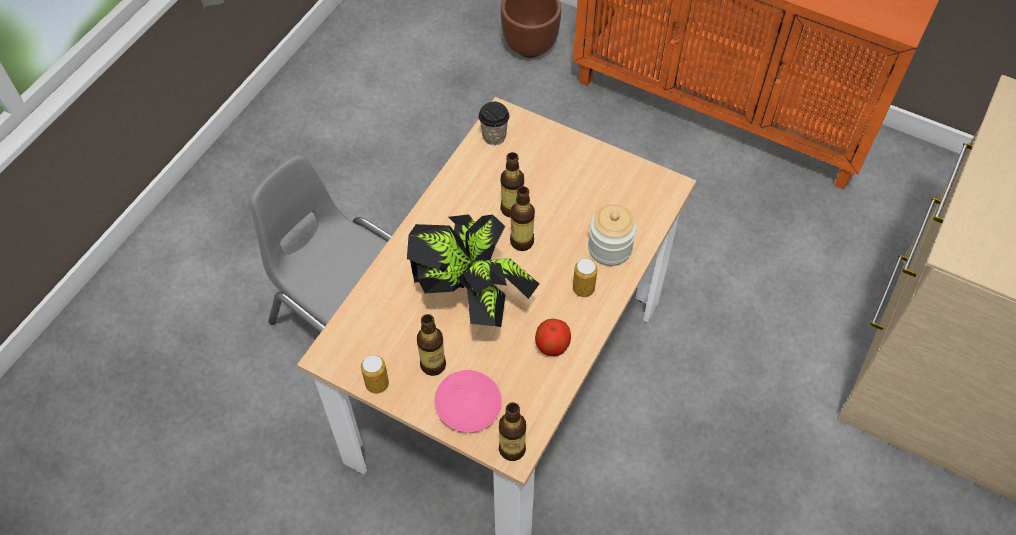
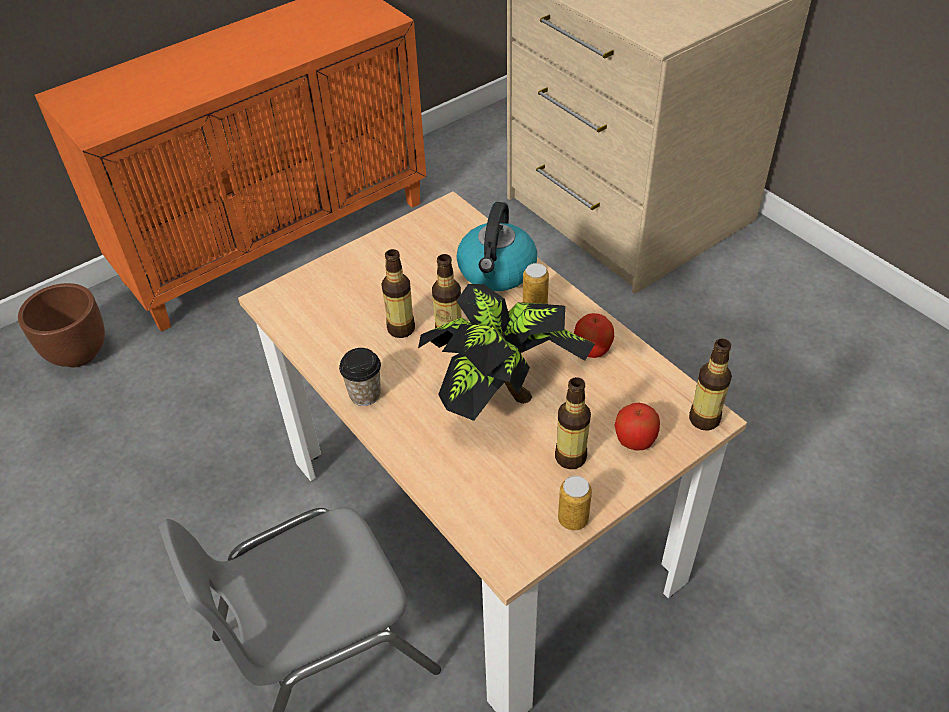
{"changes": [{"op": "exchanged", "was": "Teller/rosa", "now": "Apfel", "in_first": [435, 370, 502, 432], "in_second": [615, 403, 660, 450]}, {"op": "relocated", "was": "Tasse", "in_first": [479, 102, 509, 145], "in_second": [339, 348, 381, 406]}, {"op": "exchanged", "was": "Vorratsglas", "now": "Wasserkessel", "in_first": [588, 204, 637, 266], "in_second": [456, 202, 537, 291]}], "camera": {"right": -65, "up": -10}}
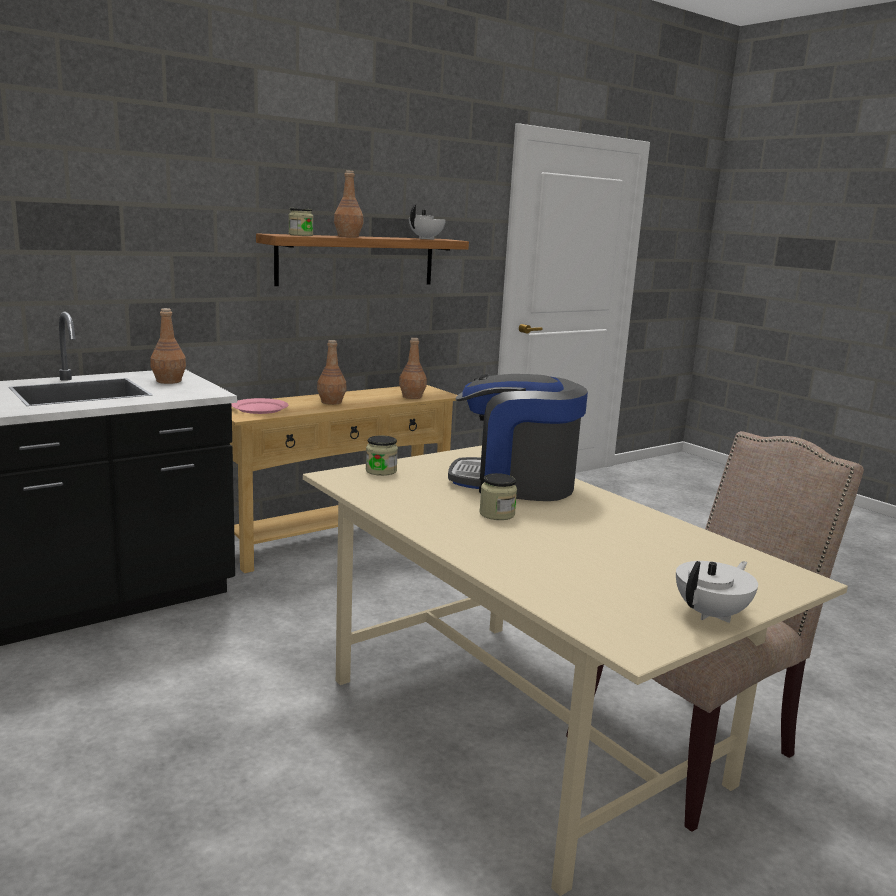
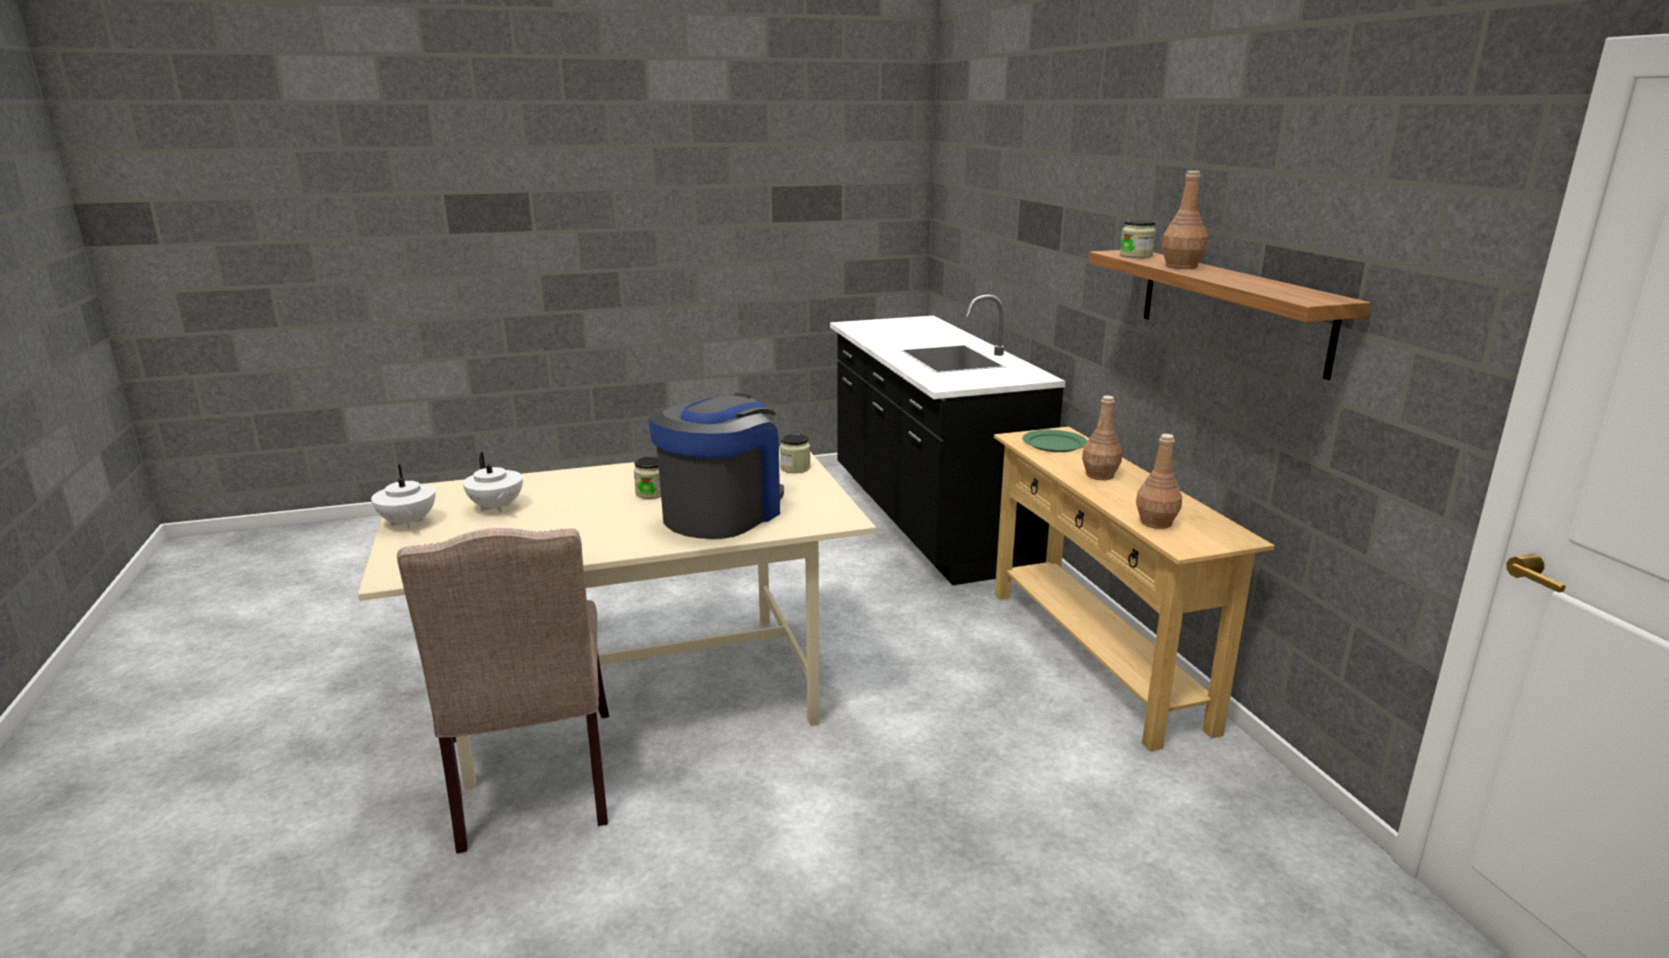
{"changes": [{"op": "missing", "was": "Flasche/braun", "in_first": [150, 308, 186, 384]}, {"op": "colour", "was": "Teller/rosa", "now": "Teller/grün", "in_first": [232, 398, 288, 414], "in_second": [1022, 430, 1087, 452]}, {"op": "relocated", "was": "Teekanne/weiß", "in_first": [409, 204, 446, 240], "in_second": [463, 452, 523, 512]}], "camera": {"right": 110, "up": 5}}
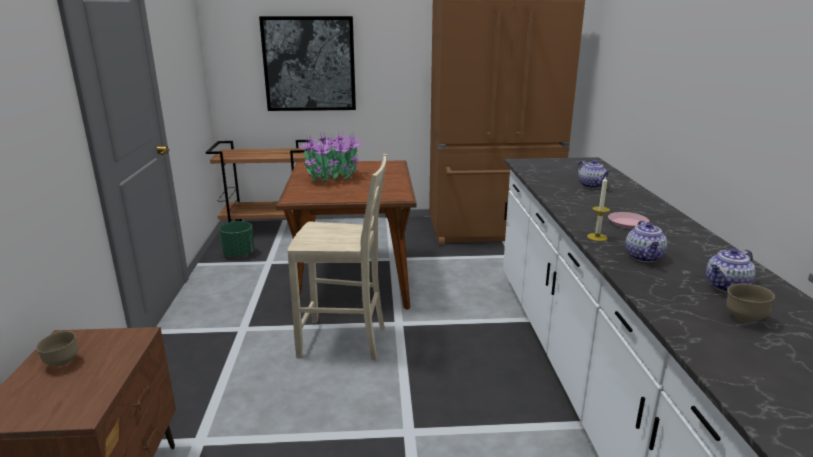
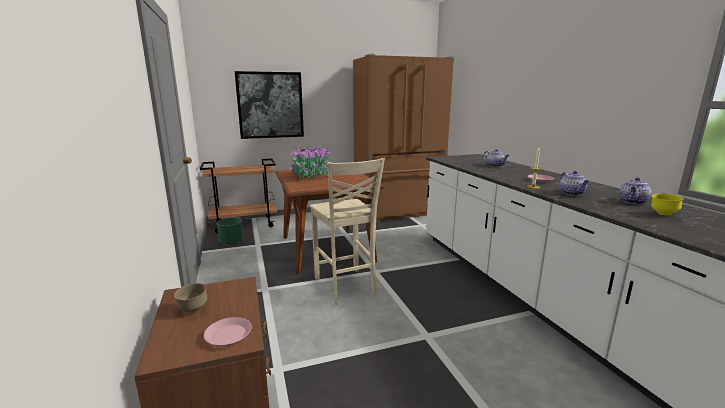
{"changes": [{"op": "spun", "was": "Stuhl/beige", "in_first": [287, 154, 387, 360], "in_second": [310, 158, 385, 305], "clockwise": 75}, {"op": "colour", "was": "Schüssel/braun", "now": "Schüssel/gelb", "in_first": [726, 284, 775, 323], "in_second": [651, 194, 684, 216]}, {"op": "appeared", "now": "Teller/rosa", "in_second": [204, 317, 252, 347]}], "camera": {"right": -15, "up": -5}}
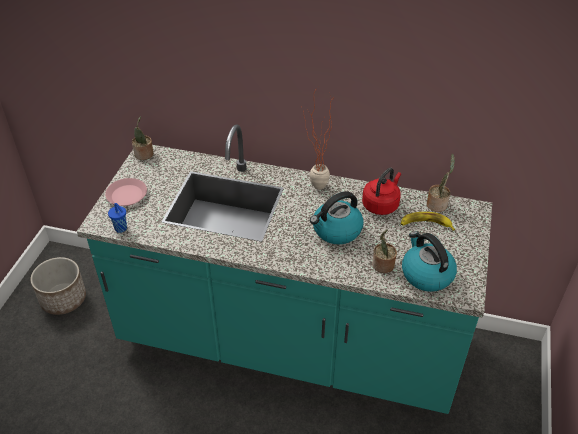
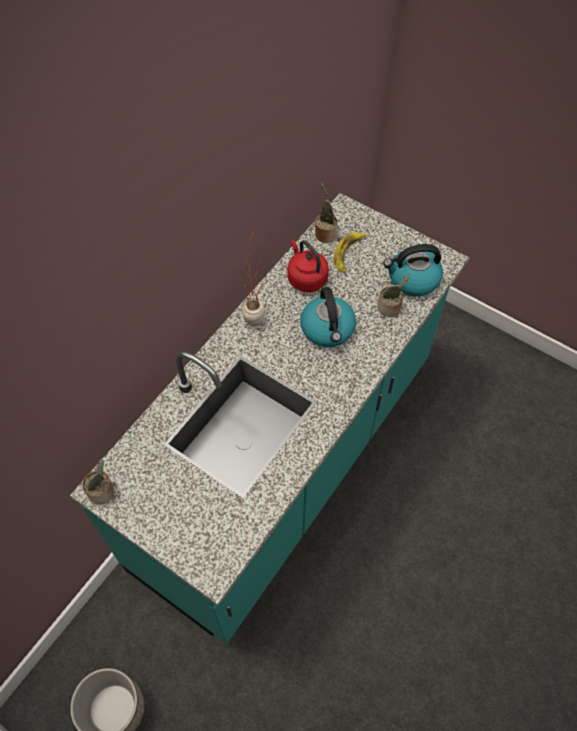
{"changes": [{"op": "missing", "was": "Teller/rosa", "in_first": [105, 178, 147, 206]}, {"op": "missing", "was": "Tasse/blau", "in_first": [108, 203, 127, 233]}], "camera": {"right": -70, "up": 15}}
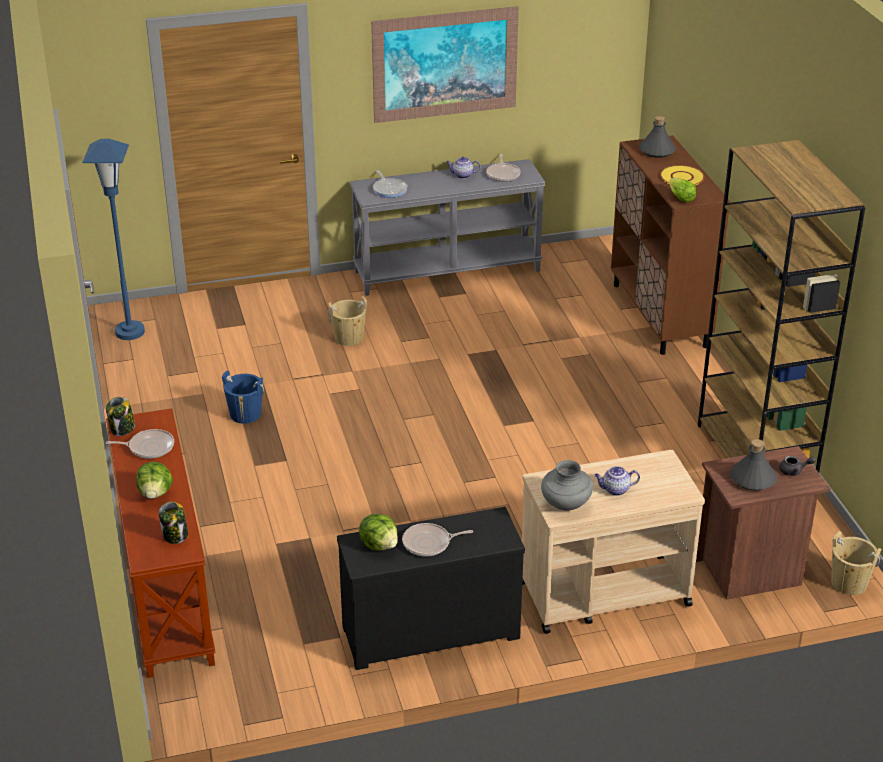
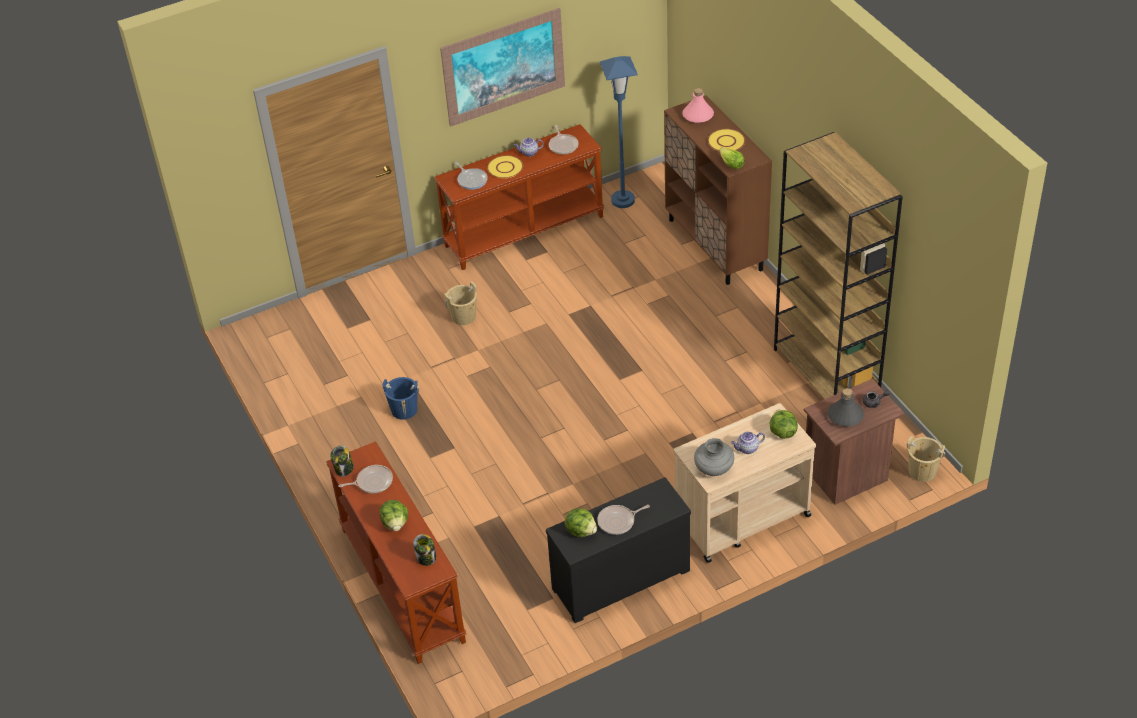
{"changes": [{"op": "relocated", "was": "Stehlampe/blau", "in_first": [82, 139, 145, 340], "in_second": [600, 56, 638, 208]}, {"op": "colour", "was": "Konsolentisch/grau", "now": "Konsolentisch/braun", "in_first": [350, 159, 545, 296], "in_second": [435, 124, 604, 270]}, {"op": "colour", "was": "Flasche/grau", "now": "Flasche/rosa", "in_first": [639, 116, 676, 158], "in_second": [682, 88, 714, 123]}, {"op": "appeared", "now": "Teller/gelb", "in_second": [487, 155, 523, 178]}, {"op": "appeared", "now": "Salatkopf", "in_second": [770, 410, 798, 439]}], "camera": {"right": -10, "up": 10}}
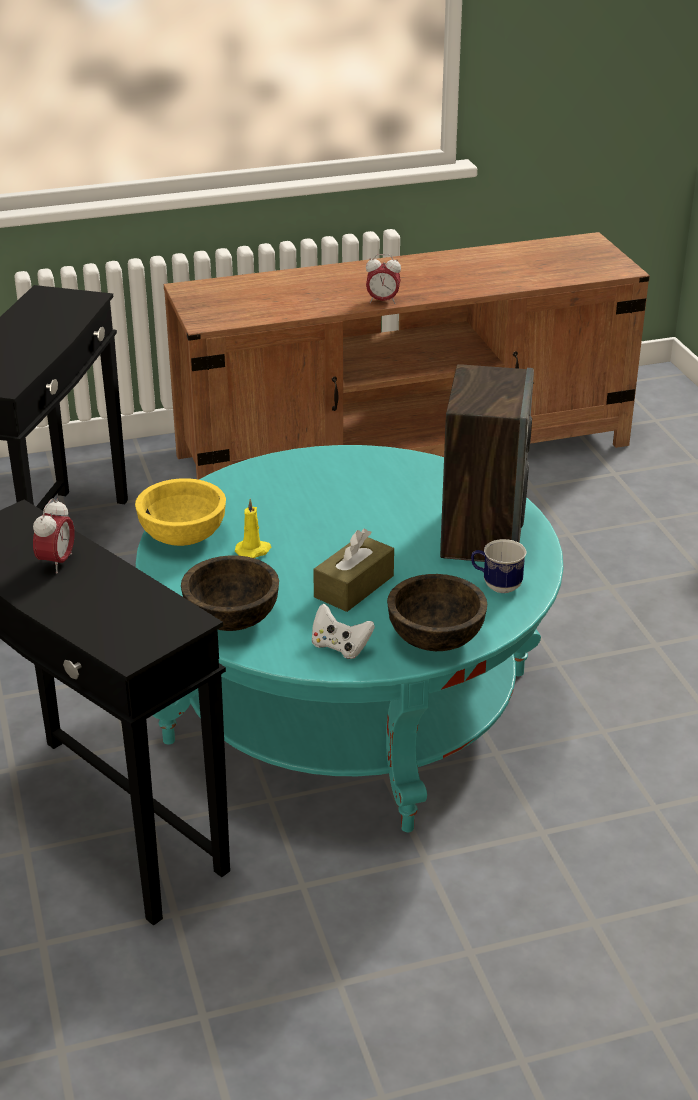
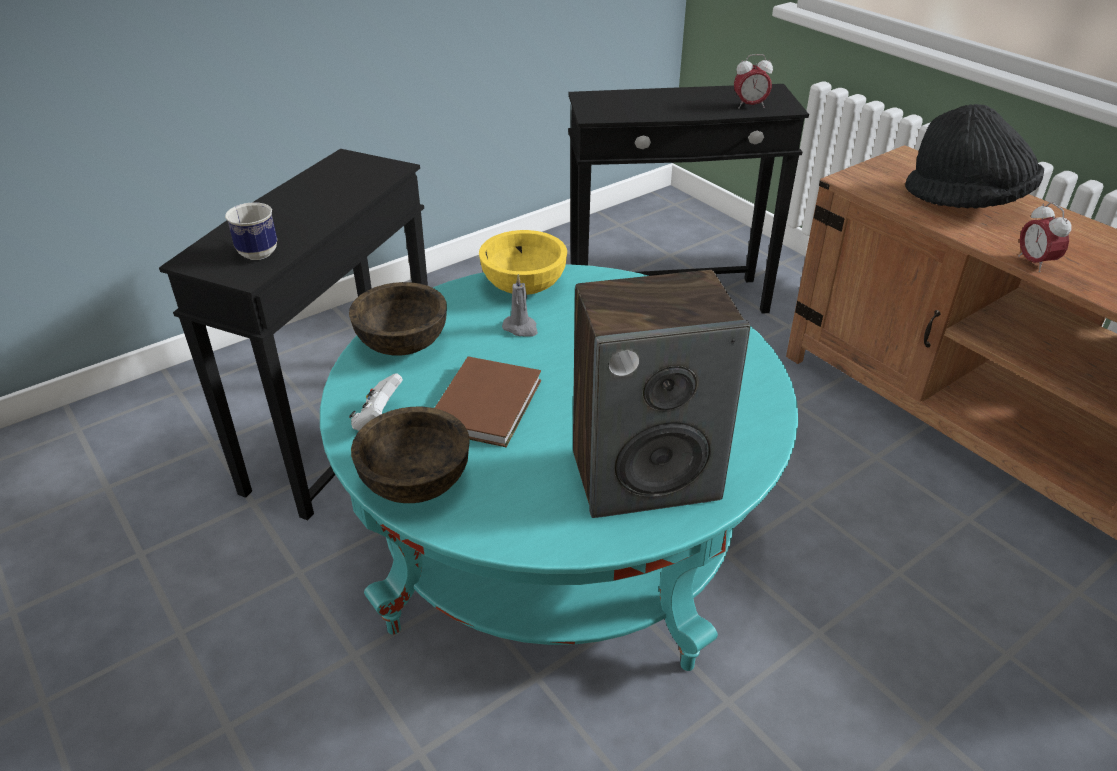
{"changes": [{"op": "relocated", "was": "Wecker", "in_first": [33, 498, 75, 573], "in_second": [734, 54, 773, 109]}, {"op": "colour", "was": "Kerze/gelb", "now": "Kerze/grau", "in_first": [235, 498, 271, 558], "in_second": [502, 274, 538, 337]}, {"op": "exchanged", "was": "Taschentuchbox/braun", "now": "Buch/braun", "in_first": [313, 529, 394, 612], "in_second": [435, 356, 541, 447]}, {"op": "relocated", "was": "Henkelbecher", "in_first": [471, 539, 526, 593], "in_second": [225, 202, 277, 260]}, {"op": "appeared", "now": "Hut/schwarz", "in_second": [905, 104, 1044, 208]}], "camera": {"right": 70, "up": 5}}
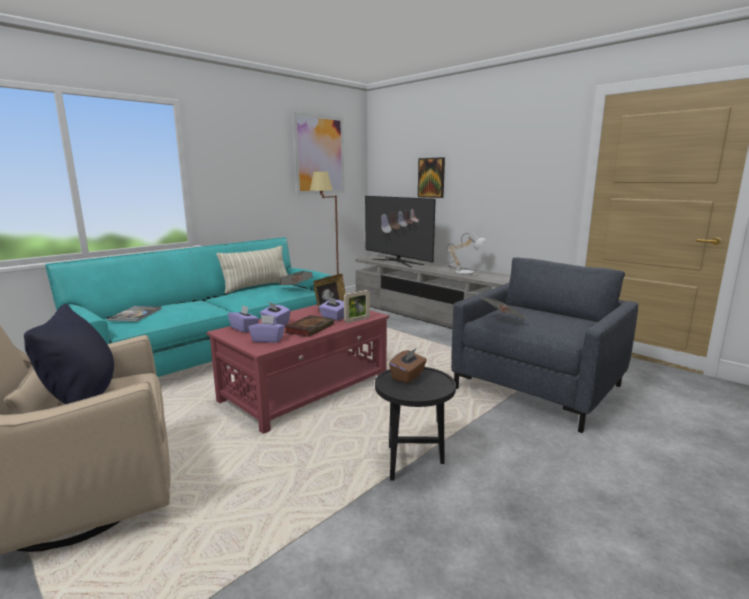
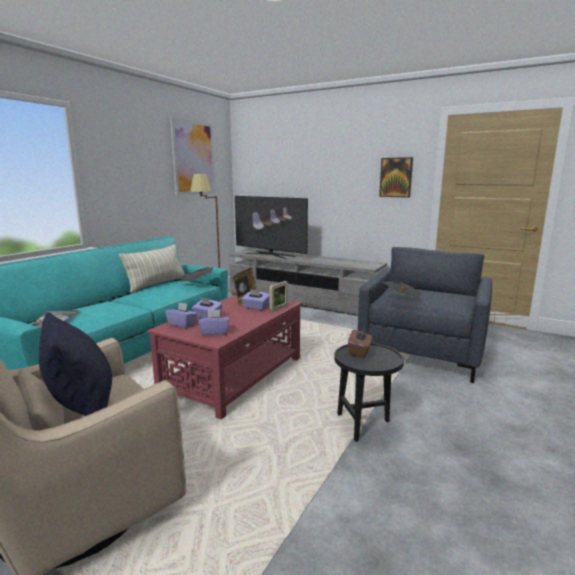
{"changes": [{"op": "missing", "was": "Buch", "in_first": [284, 315, 334, 337]}, {"op": "relocated", "was": "Bild", "in_first": [418, 157, 445, 198], "in_second": [379, 157, 413, 198]}, {"op": "missing", "was": "Tischlampe", "in_first": [447, 232, 487, 276]}], "camera": {"right": -15, "up": 0}}
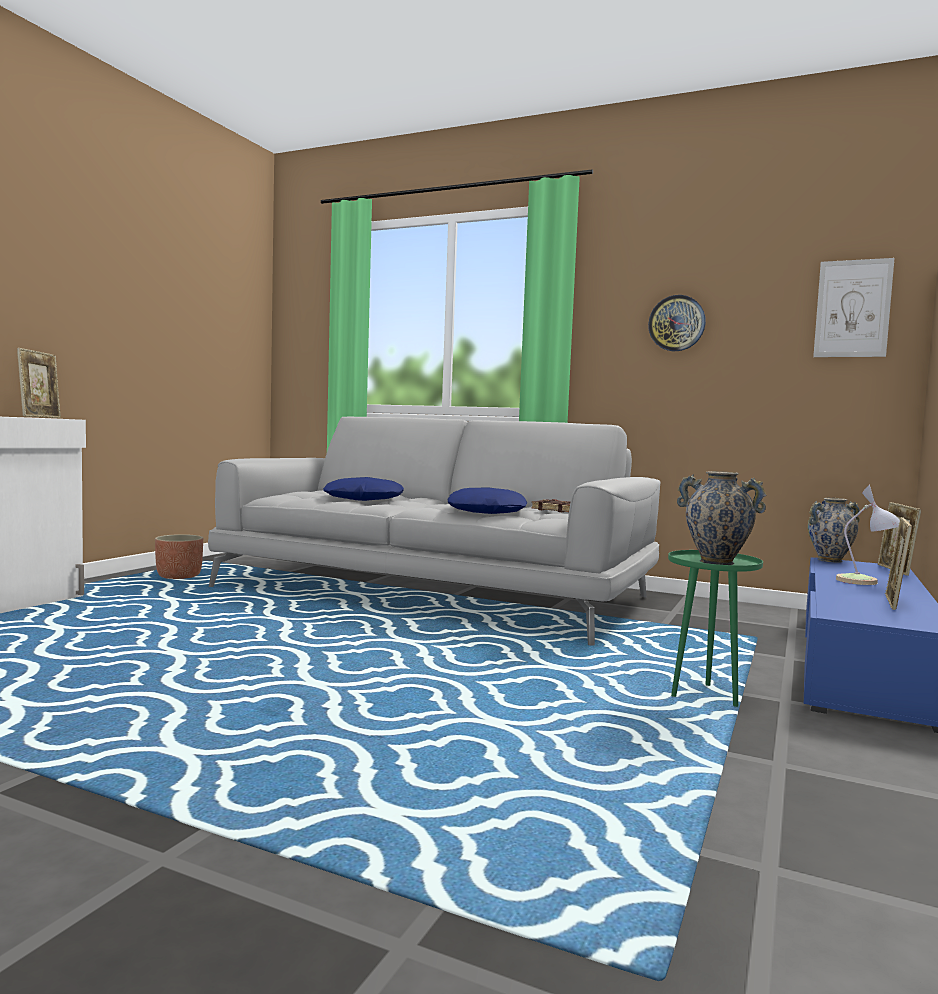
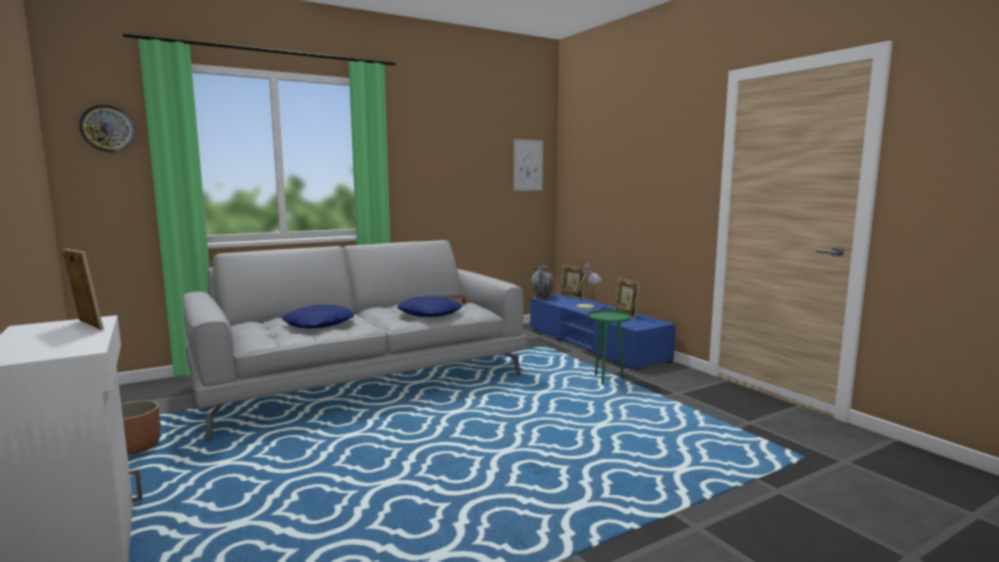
{"changes": [{"op": "relocated", "was": "Wanduhr", "in_first": [648, 295, 706, 351], "in_second": [79, 105, 135, 152]}, {"op": "missing", "was": "Vase", "in_first": [677, 471, 766, 565]}], "camera": {"right": -55, "up": 5}}
